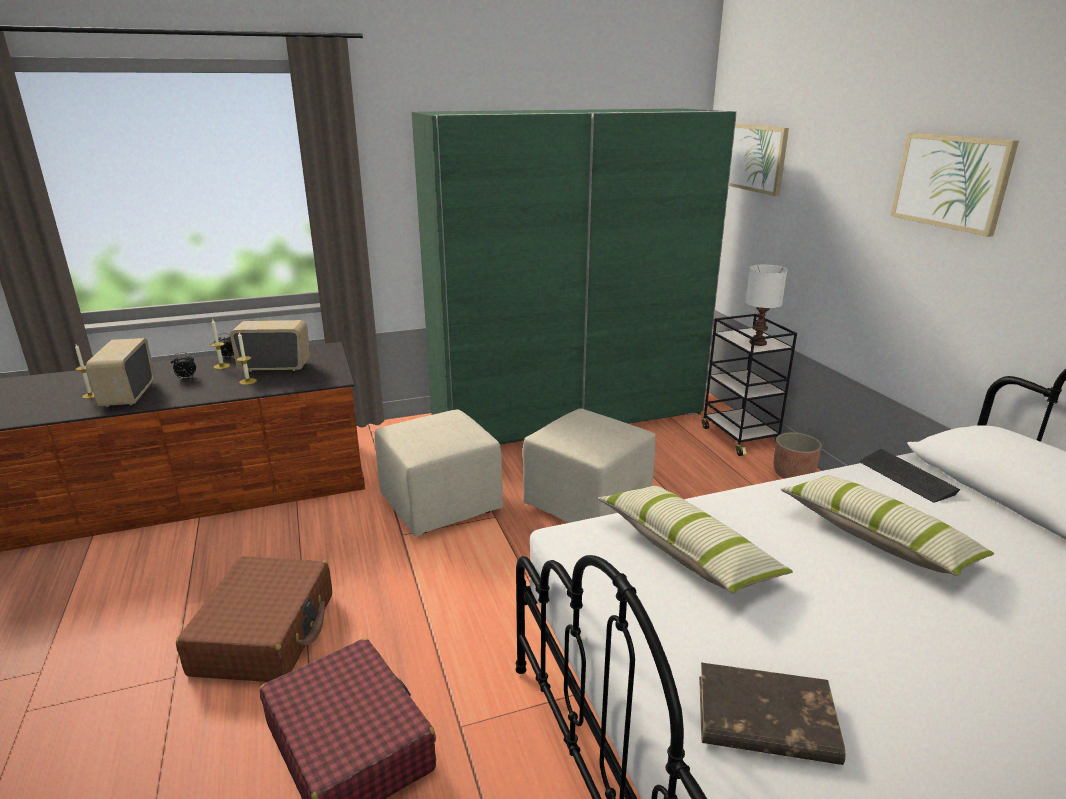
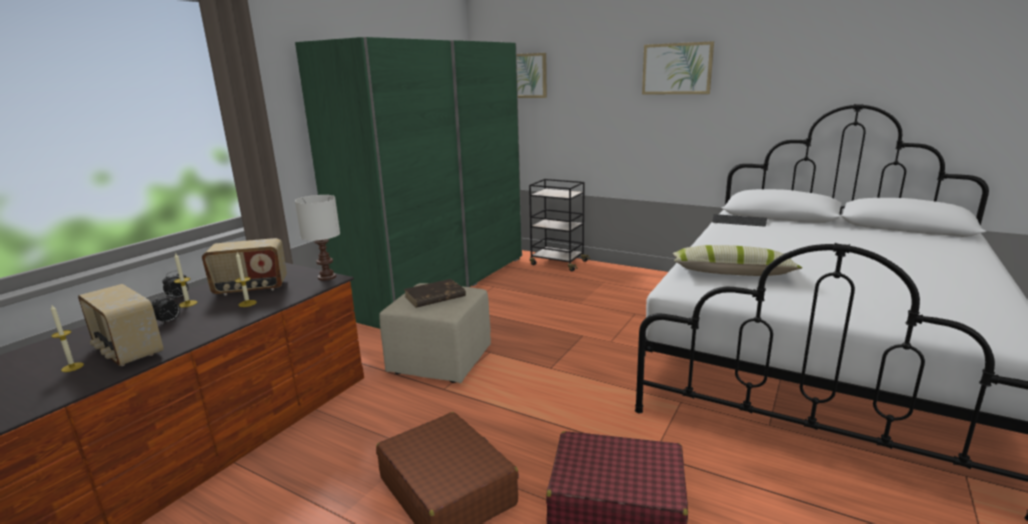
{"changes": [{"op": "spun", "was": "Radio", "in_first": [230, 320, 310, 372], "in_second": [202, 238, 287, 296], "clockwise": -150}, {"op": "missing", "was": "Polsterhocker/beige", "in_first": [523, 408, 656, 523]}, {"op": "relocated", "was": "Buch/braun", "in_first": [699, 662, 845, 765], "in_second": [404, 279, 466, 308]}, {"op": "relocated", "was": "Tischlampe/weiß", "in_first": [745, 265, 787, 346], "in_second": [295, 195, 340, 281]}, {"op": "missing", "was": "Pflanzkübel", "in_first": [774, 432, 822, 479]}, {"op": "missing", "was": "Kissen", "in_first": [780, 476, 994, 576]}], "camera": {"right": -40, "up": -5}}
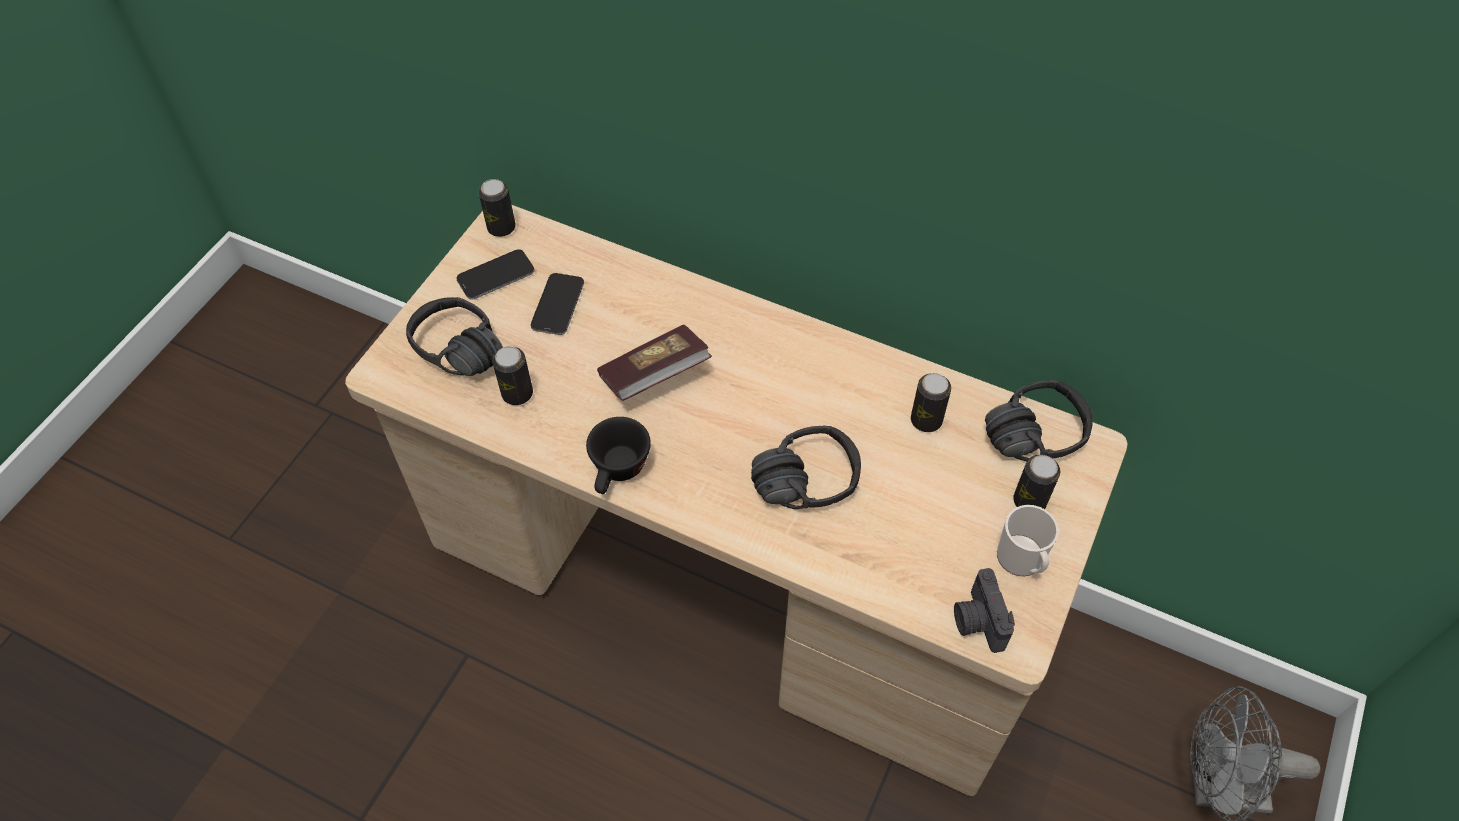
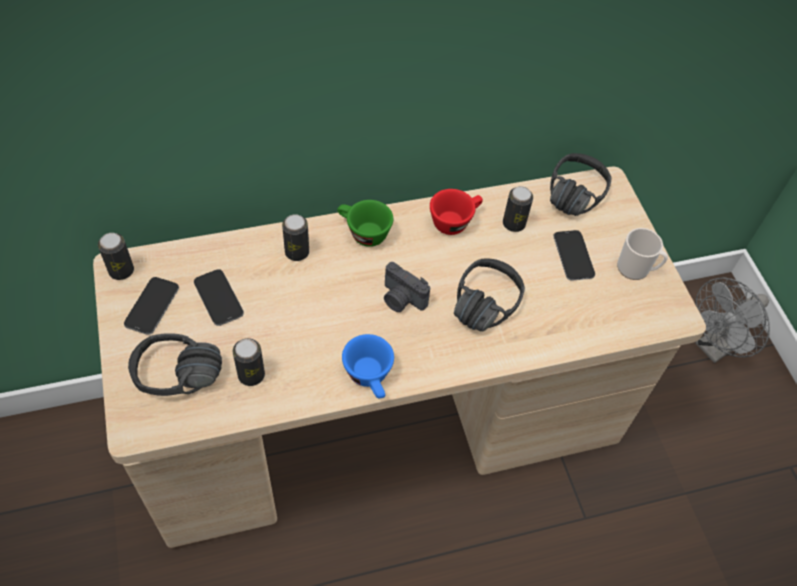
{"changes": [{"op": "colour", "was": "Tasse/schwarz", "now": "Tasse/blau", "in_first": [586, 417, 651, 494], "in_second": [342, 334, 394, 398]}, {"op": "missing", "was": "Buch", "in_first": [597, 325, 712, 401]}, {"op": "relocated", "was": "Kamera", "in_first": [954, 568, 1015, 653], "in_second": [384, 262, 430, 312]}, {"op": "relocated", "was": "Dose", "in_first": [1013, 455, 1060, 509], "in_second": [282, 214, 309, 261]}, {"op": "appeared", "now": "Tasse/grün", "in_second": [337, 200, 393, 247]}, {"op": "appeared", "now": "Tasse/rot", "in_second": [430, 189, 483, 235]}, {"op": "appeared", "now": "Handy", "in_second": [553, 230, 595, 281]}], "camera": {"right": -45, "up": 0}}
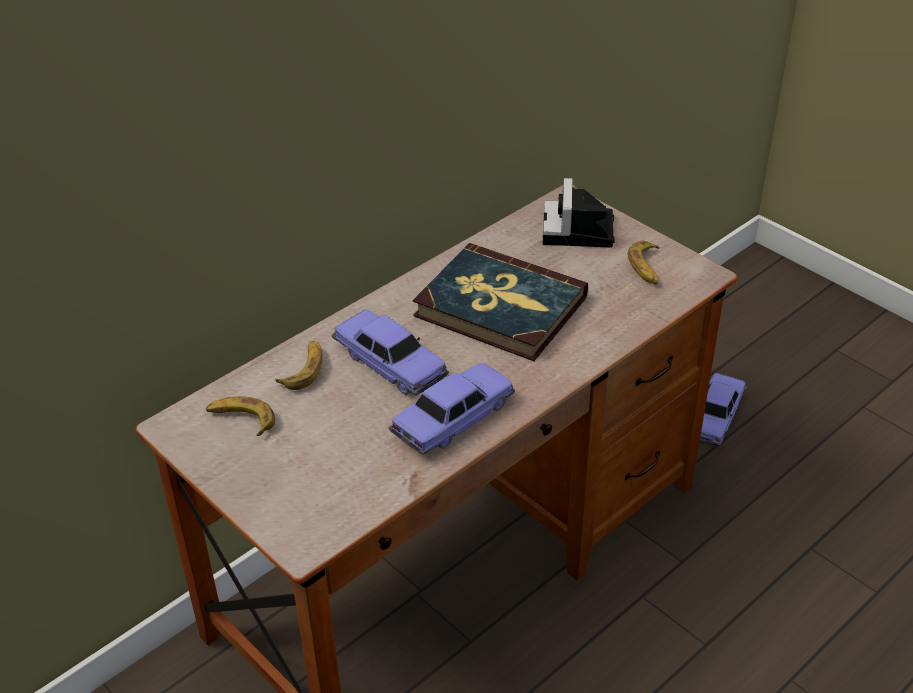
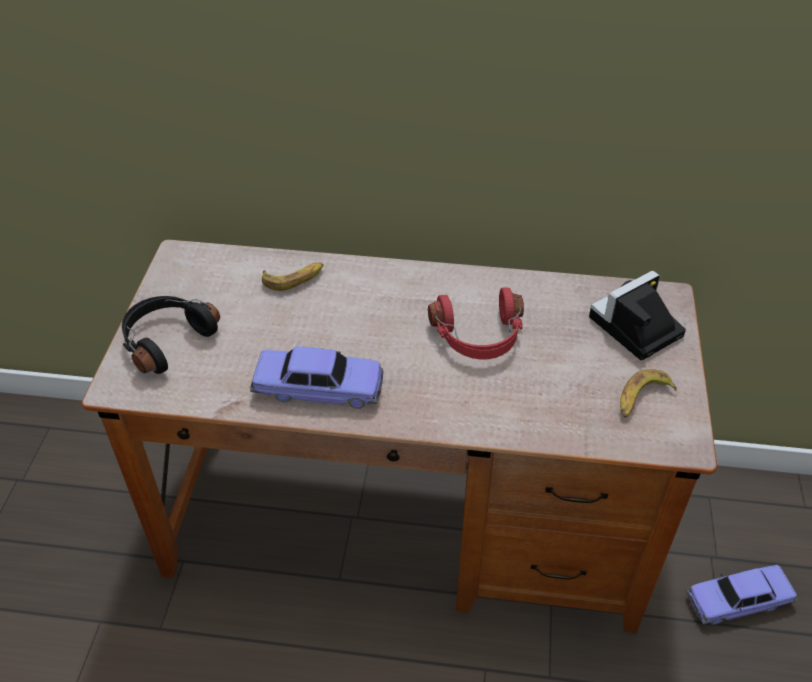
{"changes": [{"op": "missing", "was": "Banane", "in_first": [206, 396, 275, 436]}, {"op": "missing", "was": "Spielzeugauto", "in_first": [331, 309, 449, 395]}, {"op": "exchanged", "was": "Buch", "now": "Kopfhörer/rot", "in_first": [413, 243, 588, 361], "in_second": [428, 287, 524, 360]}, {"op": "appeared", "now": "Kopfhörer/schwarz", "in_second": [122, 296, 220, 374]}], "camera": {"right": 50, "up": 5}}
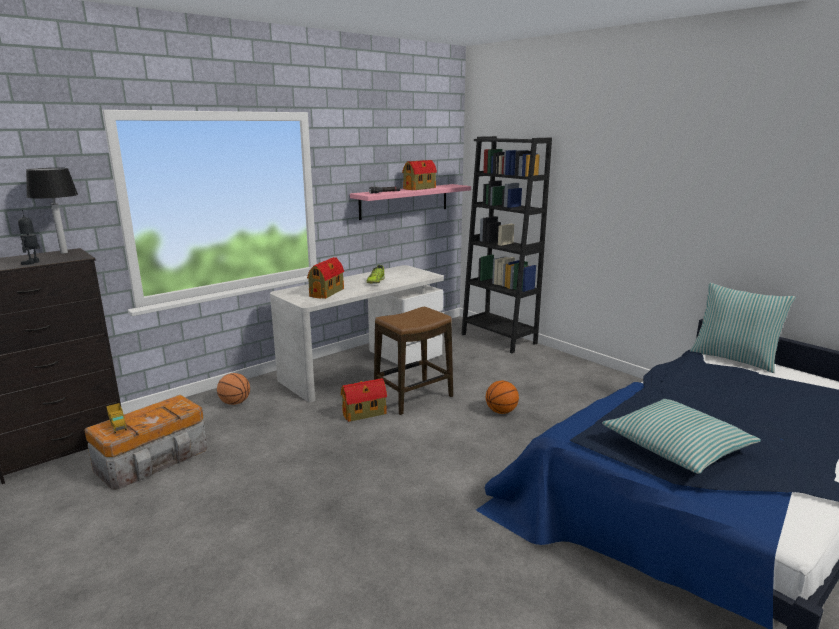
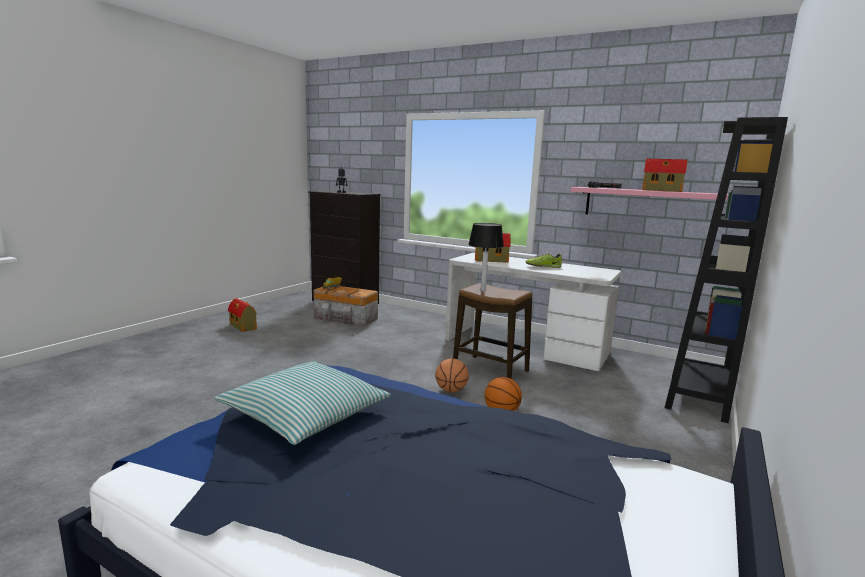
{"changes": [{"op": "relocated", "was": "Tischlampe", "in_first": [26, 168, 78, 254], "in_second": [468, 223, 504, 291]}, {"op": "relocated", "was": "Basketball", "in_first": [217, 373, 250, 405], "in_second": [435, 358, 469, 392]}, {"op": "relocated", "was": "Spielzeughaus", "in_first": [341, 378, 387, 422], "in_second": [228, 298, 257, 332]}, {"op": "missing", "was": "Kissen", "in_first": [690, 283, 795, 373]}], "camera": {"right": 70, "up": -5}}
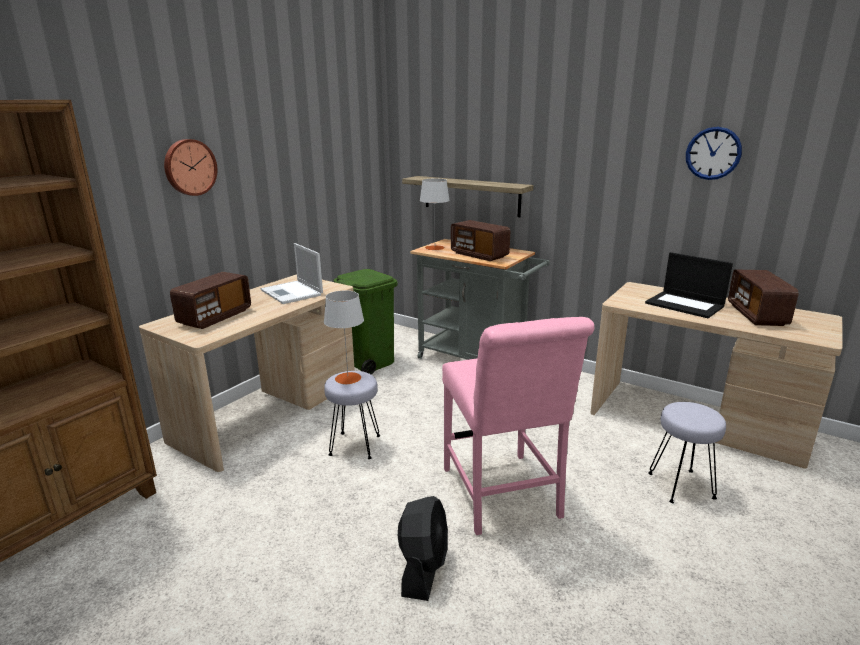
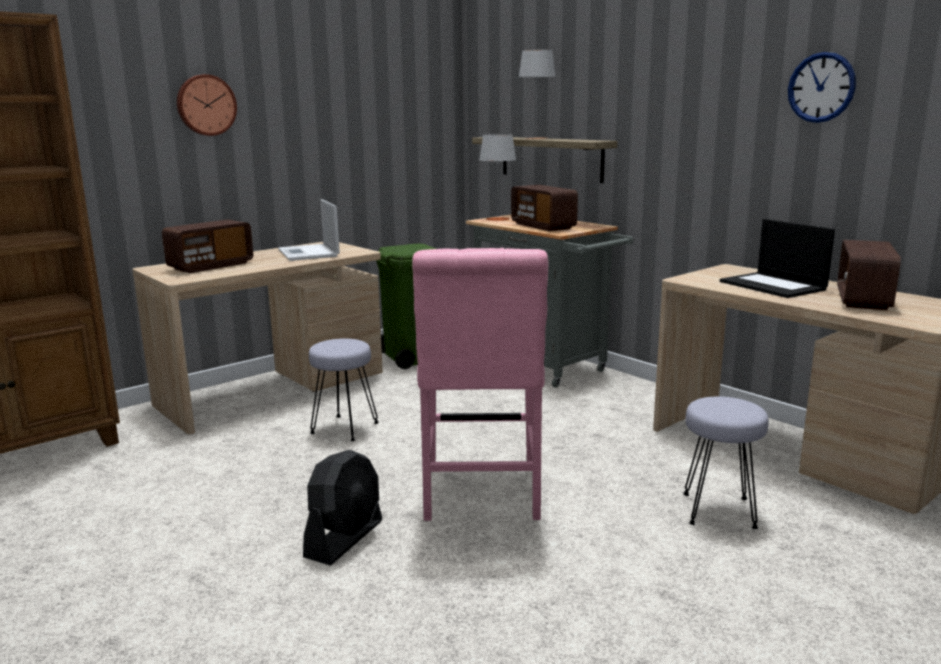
{"changes": [{"op": "relocated", "was": "Tischlampe/grau", "in_first": [324, 291, 364, 384], "in_second": [519, 50, 556, 139]}], "camera": {"right": 15, "up": -5}}
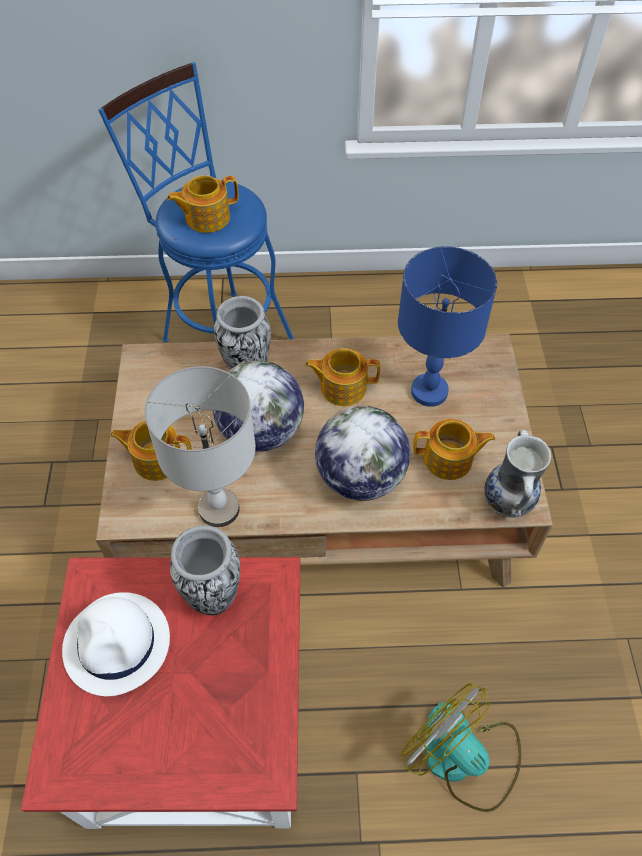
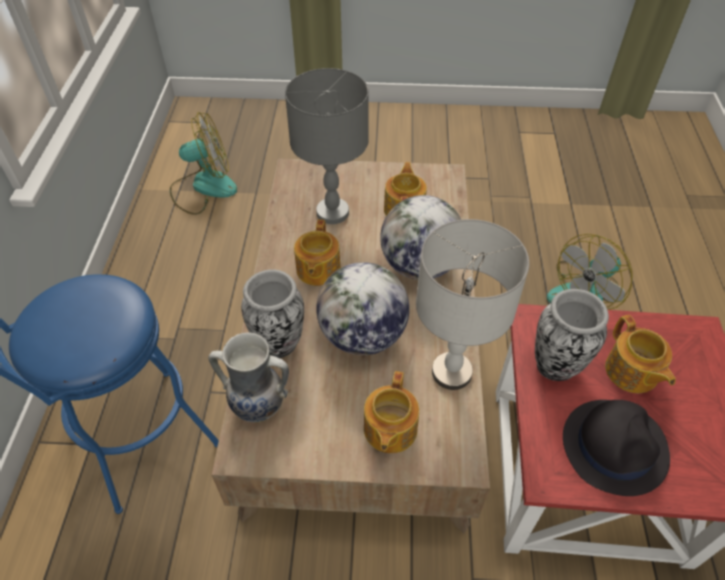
{"changes": [{"op": "colour", "was": "Hut/weiß", "now": "Hut/schwarz", "in_first": [62, 592, 170, 696], "in_second": [563, 400, 670, 496]}, {"op": "relocated", "was": "Teekanne", "in_first": [167, 175, 239, 233], "in_second": [605, 315, 676, 393]}, {"op": "colour", "was": "Tischlampe/blau", "now": "Tischlampe/grau", "in_first": [398, 246, 497, 407], "in_second": [285, 68, 369, 224]}, {"op": "relocated", "was": "Vase", "in_first": [485, 429, 551, 518], "in_second": [208, 332, 289, 423]}, {"op": "appeared", "now": "Ventilator", "in_second": [170, 112, 237, 215]}], "camera": {"right": -85, "up": -5}}
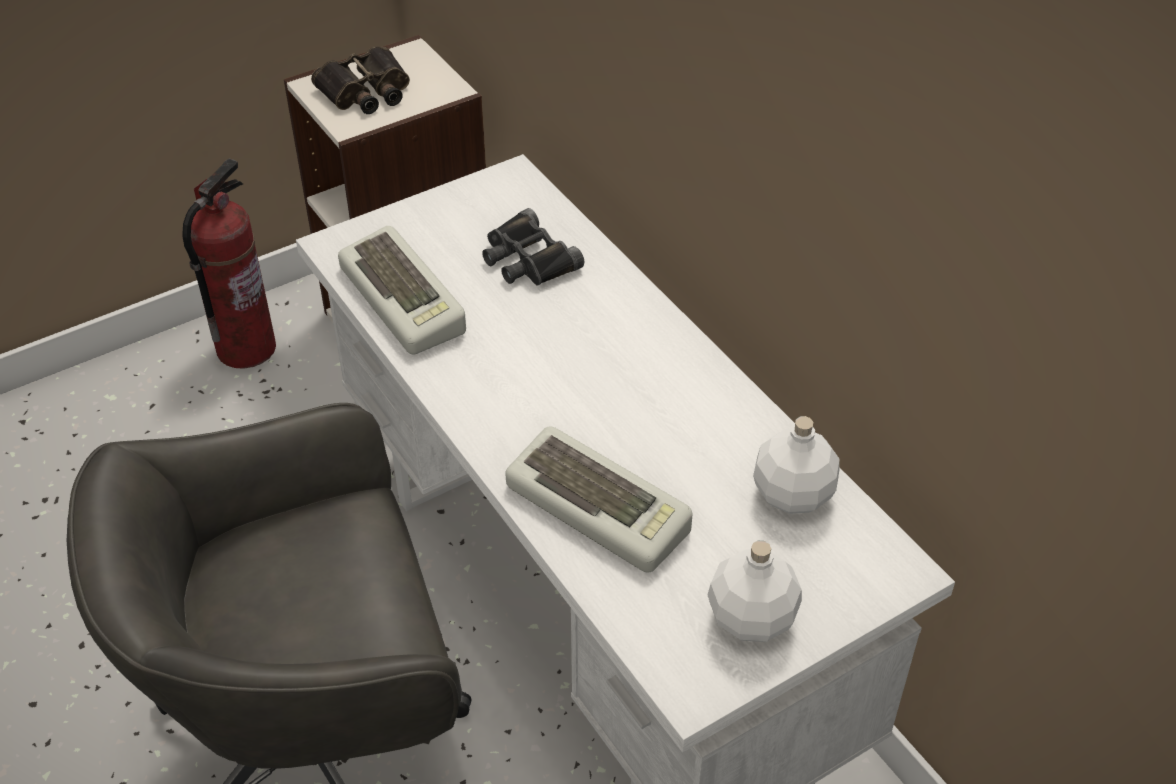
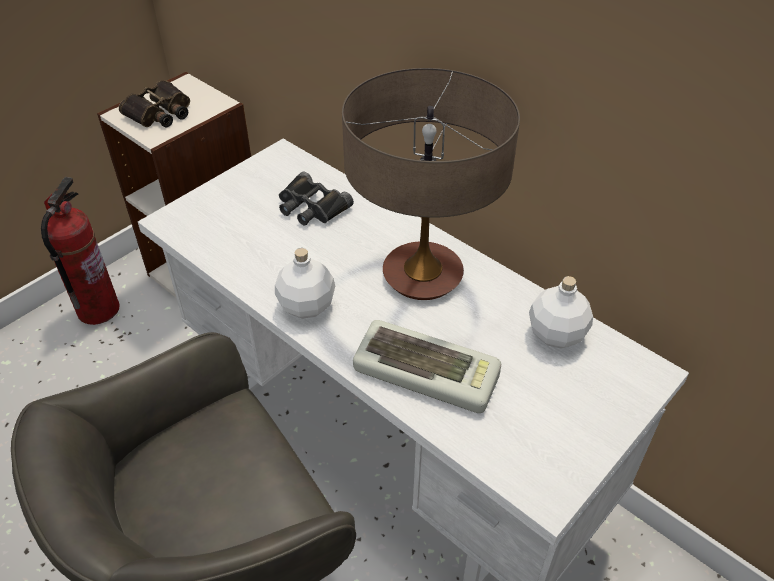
{"changes": [{"op": "missing", "was": "Tastatur", "in_first": [338, 226, 466, 355]}, {"op": "relocated", "was": "Flasche/weiß", "in_first": [707, 541, 802, 642], "in_second": [275, 248, 335, 319]}, {"op": "appeared", "now": "Tischlampe", "in_second": [342, 68, 520, 300]}], "camera": {"right": -15, "up": 0}}
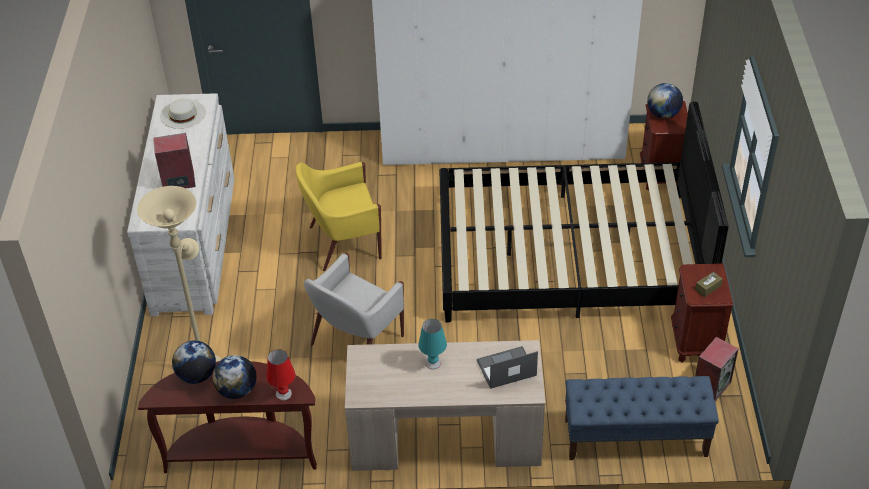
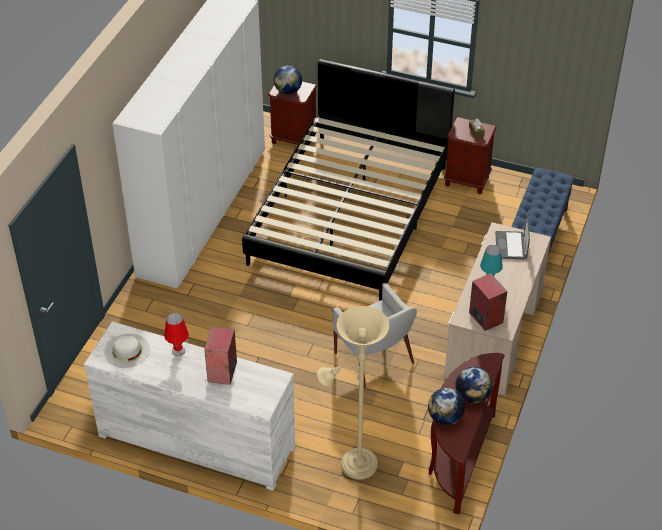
{"changes": [{"op": "relocated", "was": "Tischlampe/rot", "in_first": [266, 349, 295, 401], "in_second": [164, 313, 189, 356]}, {"op": "missing", "was": "Sessel/gelb", "in_first": [296, 162, 382, 271]}, {"op": "relocated", "was": "Lautsprecher", "in_first": [695, 337, 739, 401], "in_second": [469, 273, 508, 331]}], "camera": {"right": -70, "up": 0}}
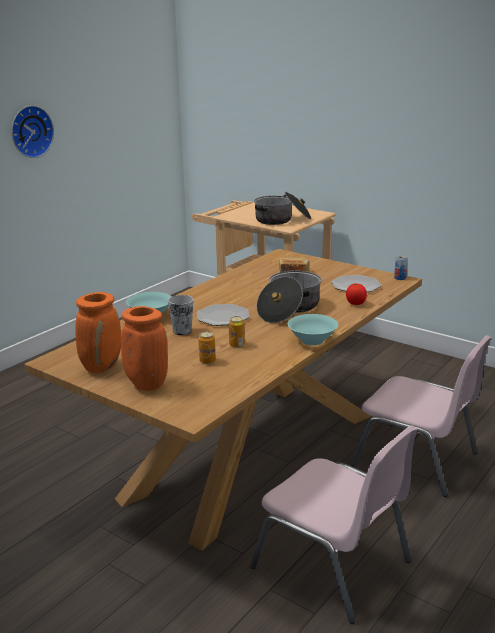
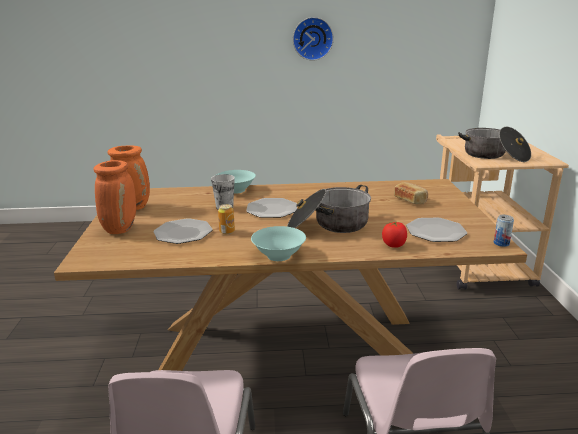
{"changes": [{"op": "exchanged", "was": "Dose", "now": "Teller", "in_first": [198, 331, 216, 364], "in_second": [153, 218, 213, 244]}], "camera": {"right": 50, "up": 0}}
